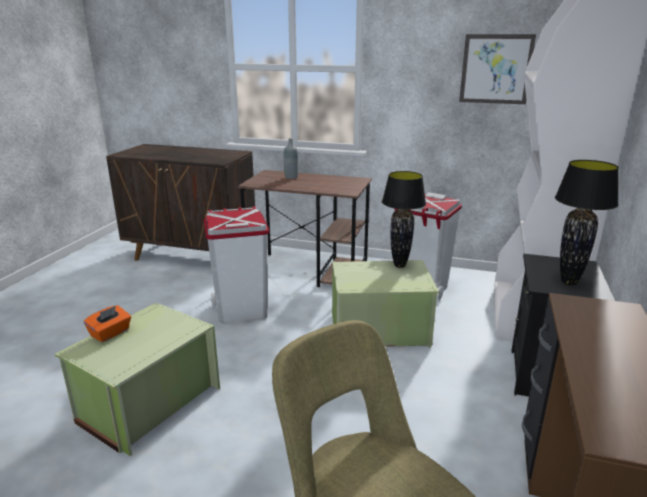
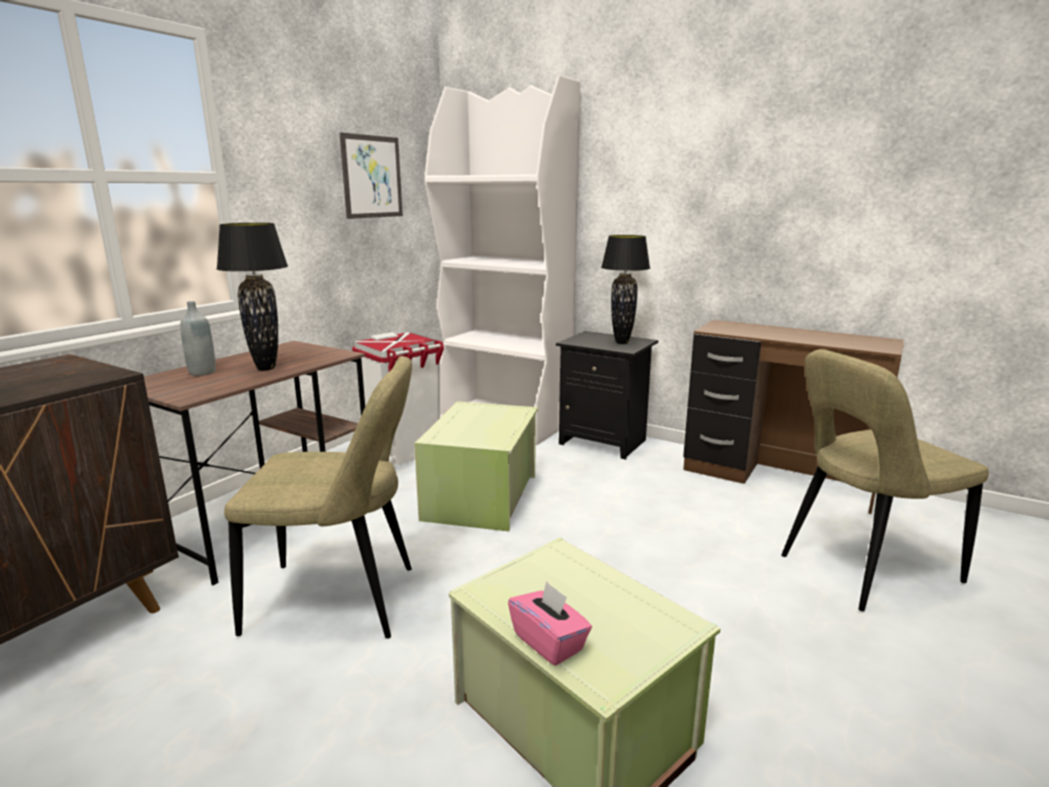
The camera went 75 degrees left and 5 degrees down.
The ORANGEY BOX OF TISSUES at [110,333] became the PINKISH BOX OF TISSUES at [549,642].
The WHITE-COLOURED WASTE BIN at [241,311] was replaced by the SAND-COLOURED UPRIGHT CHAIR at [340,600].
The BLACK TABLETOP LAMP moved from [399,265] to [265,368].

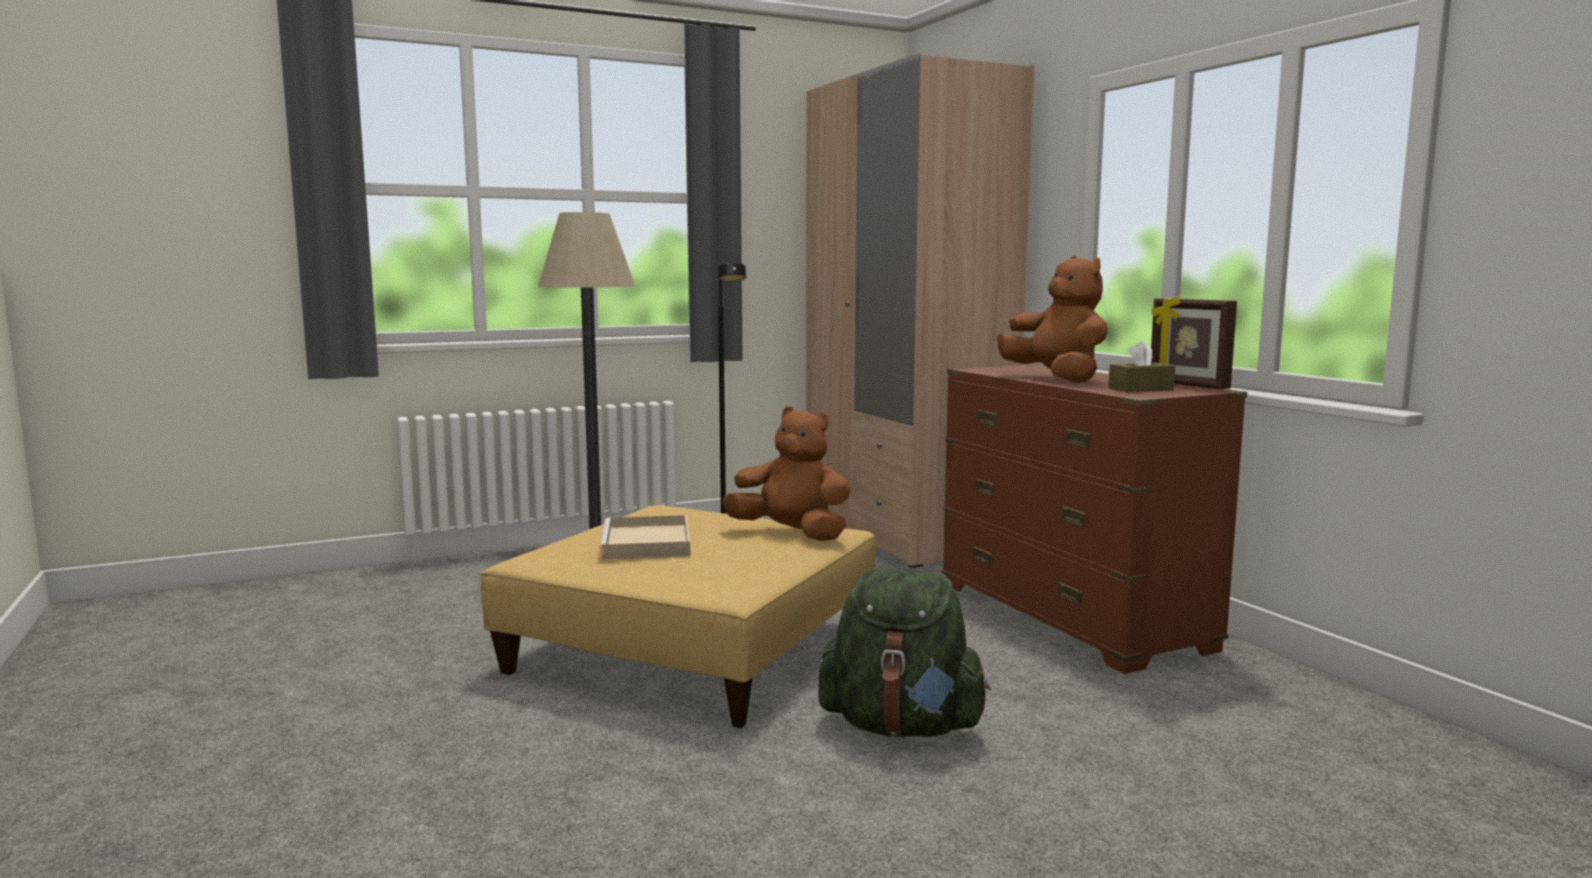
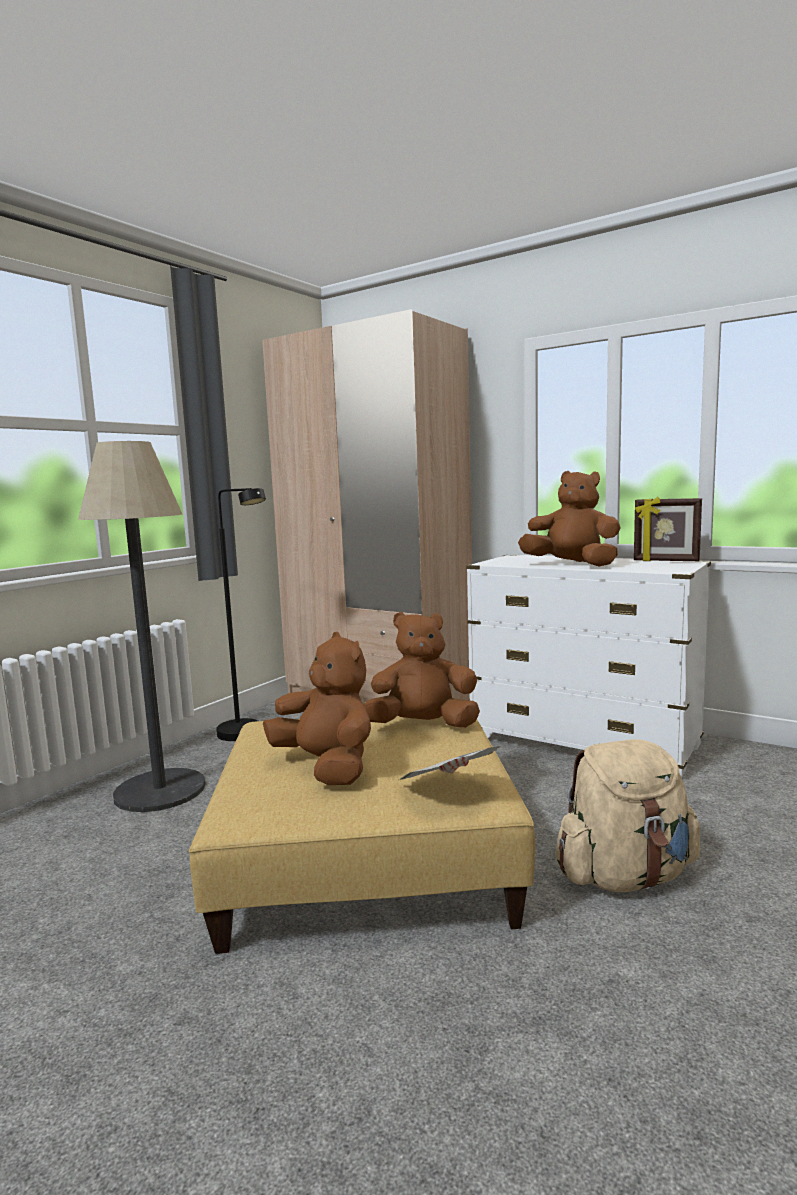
The camera went 30 degrees left and 0 degrees up.
The SAND-COLOURED CARRYING TRAY at [647,543] was replaced by the BROWN-COLOURED PLUSH TOY at [327,767].
The GREEN-COLOURED KNAPSACK at [901,726] became the SAND-COLOURED KNAPSACK at [625,876].
The BROWN-COLOURED DRESSER at [1071,617] became the WHITE-COLOURED DRESSER at [583,741].
The BROWN-COLOURED BOX OF TISSUES at [1140,389] disappeared.
The DAILY PAPER at [448,790] appeared.

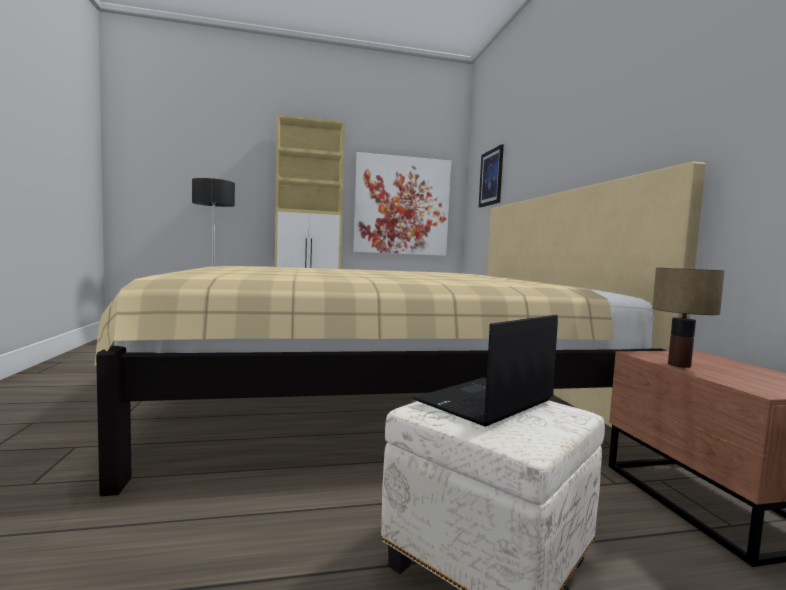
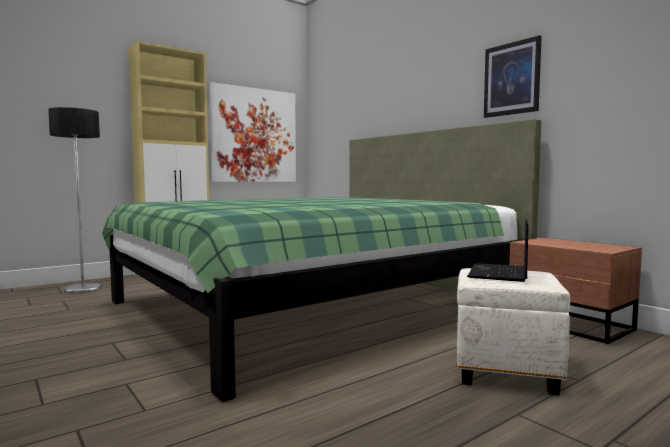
The camera went 25 degrees left and 0 degrees up.
The SAND-COLOURED BEDROOM BED at [379,393] became the GREEN-COLOURED BEDROOM BED at [314,304].
The PICTURE moved from [491,177] to [511,79].
The TABLETOP LAMP at [679,365] disappeared.

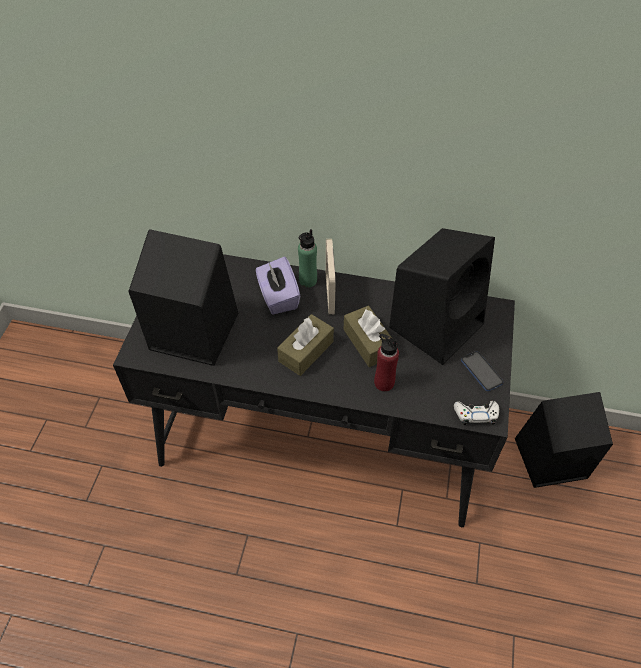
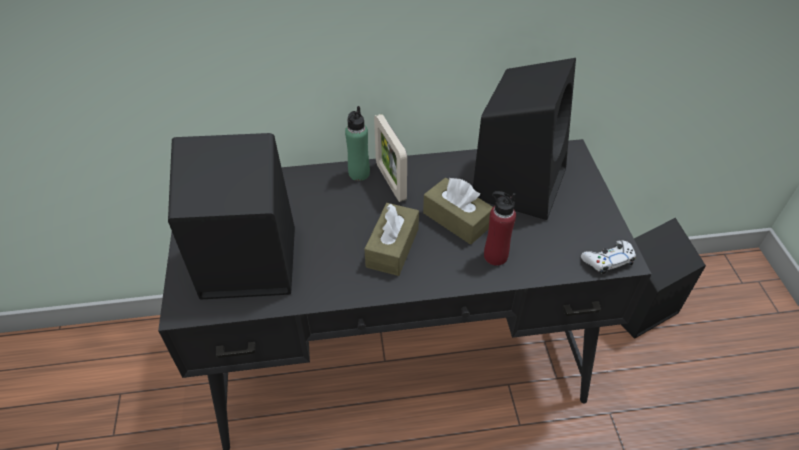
The camera went 20 degrees left and 5 degrees down.
The PURPLISH BOX OF TISSUES at [278,297] disappeared.
The PHONE at [481,371] disappeared.

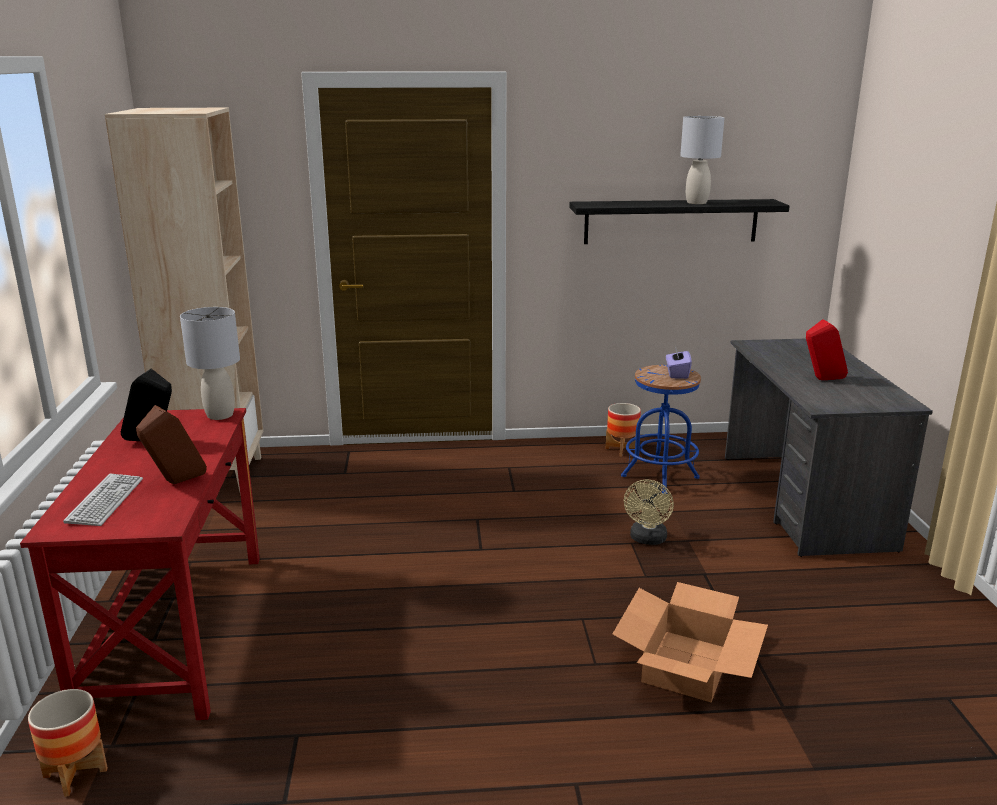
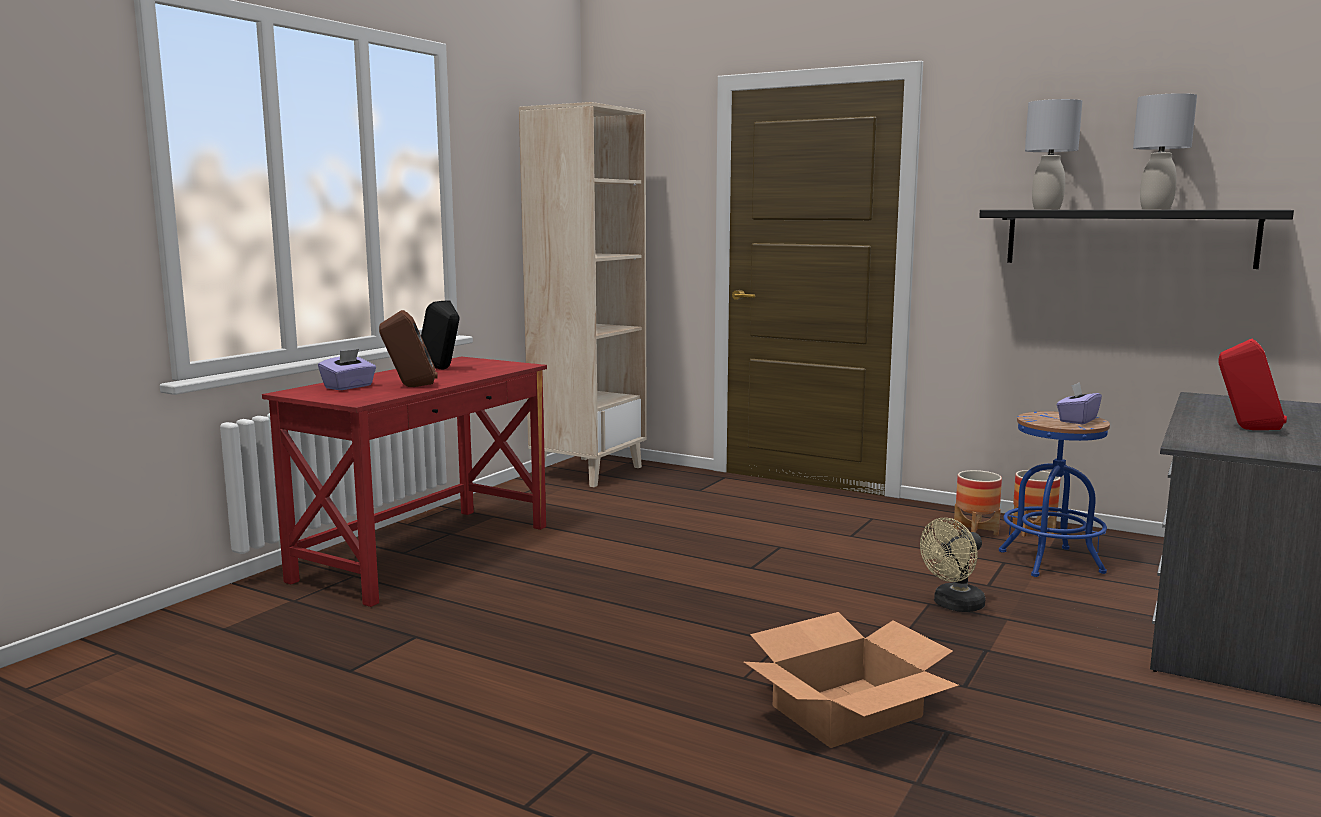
The camera went 35 degrees right and 10 degrees down.
The PLANTER moved from [75,773] to [976,532].
The PC KEYBOARD at [105,501] was replaced by the PURPLISH BOX OF TISSUES at [349,387].
The GREYISH TABLETOP LAMP moved from [220,415] to [1047,209].

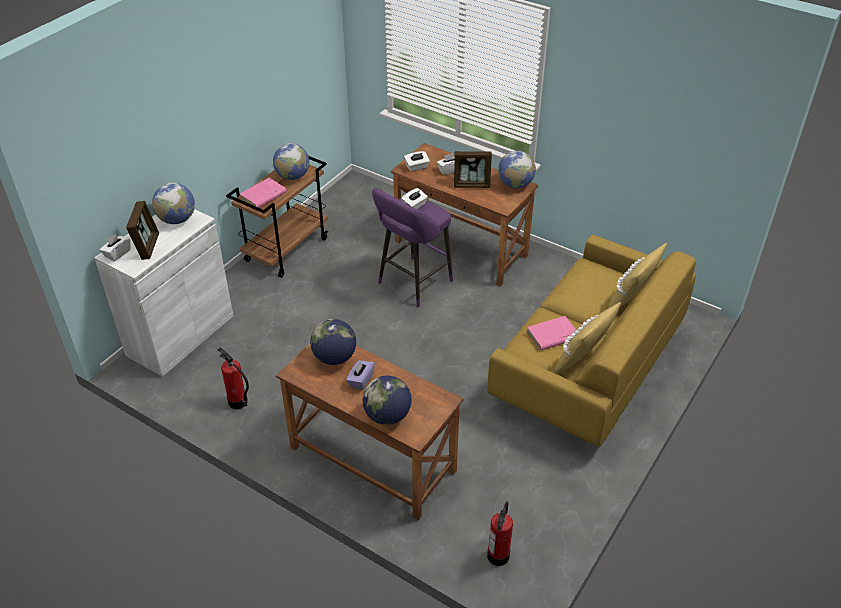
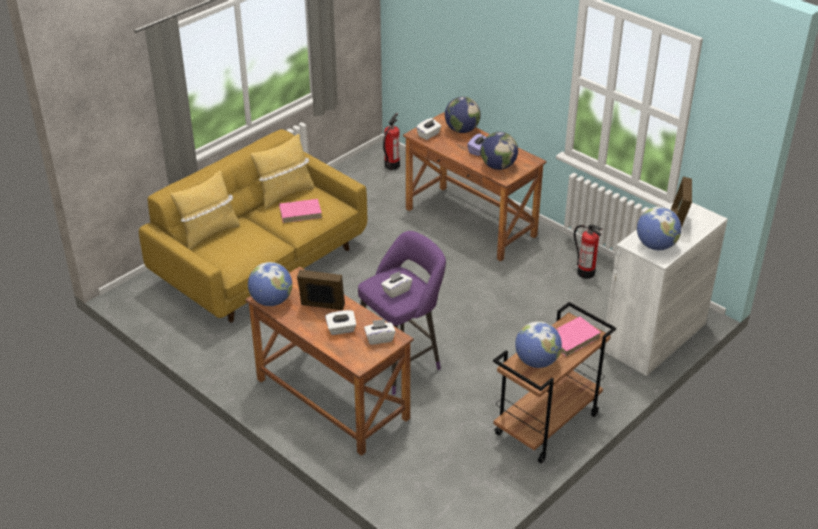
The camera went 170 degrees left and 5 degrees down.
The WHITE-COLOURED BOX OF TISSUES moved from [117,253] to [428,135].

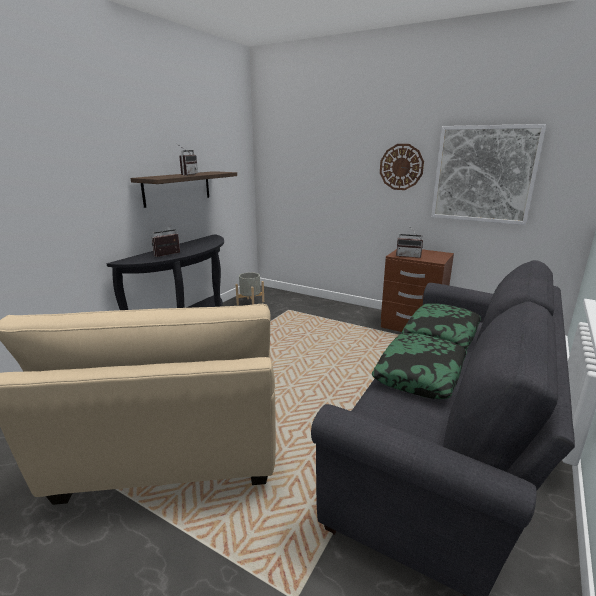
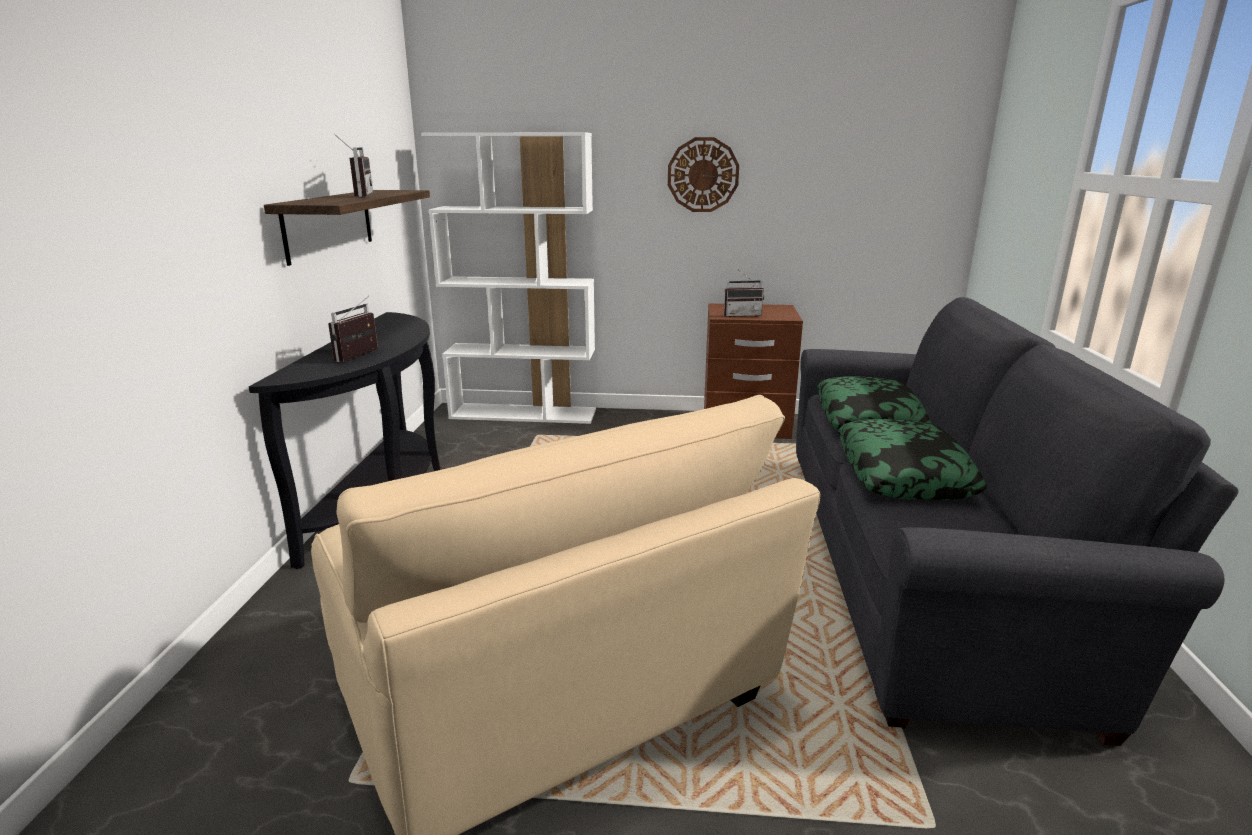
The camera went 25 degrees left and 0 degrees up.
The GREYISH PLANTER at [250,303] disappeared.
The PICTURE at [483,174] disappeared.
The WHITE-COLOURED BOOKCASE at [524,414] appeared.

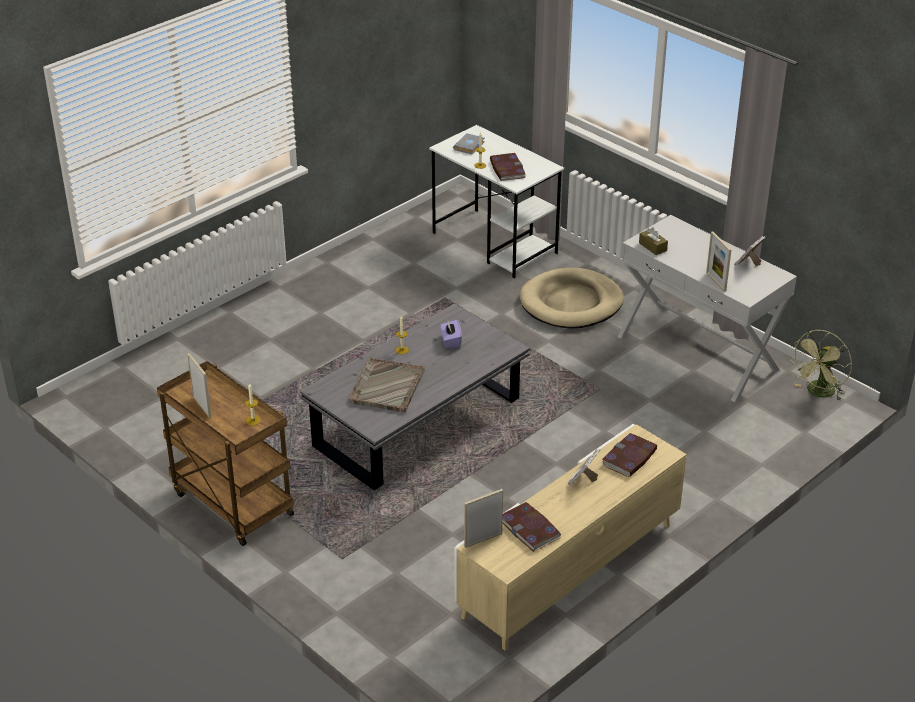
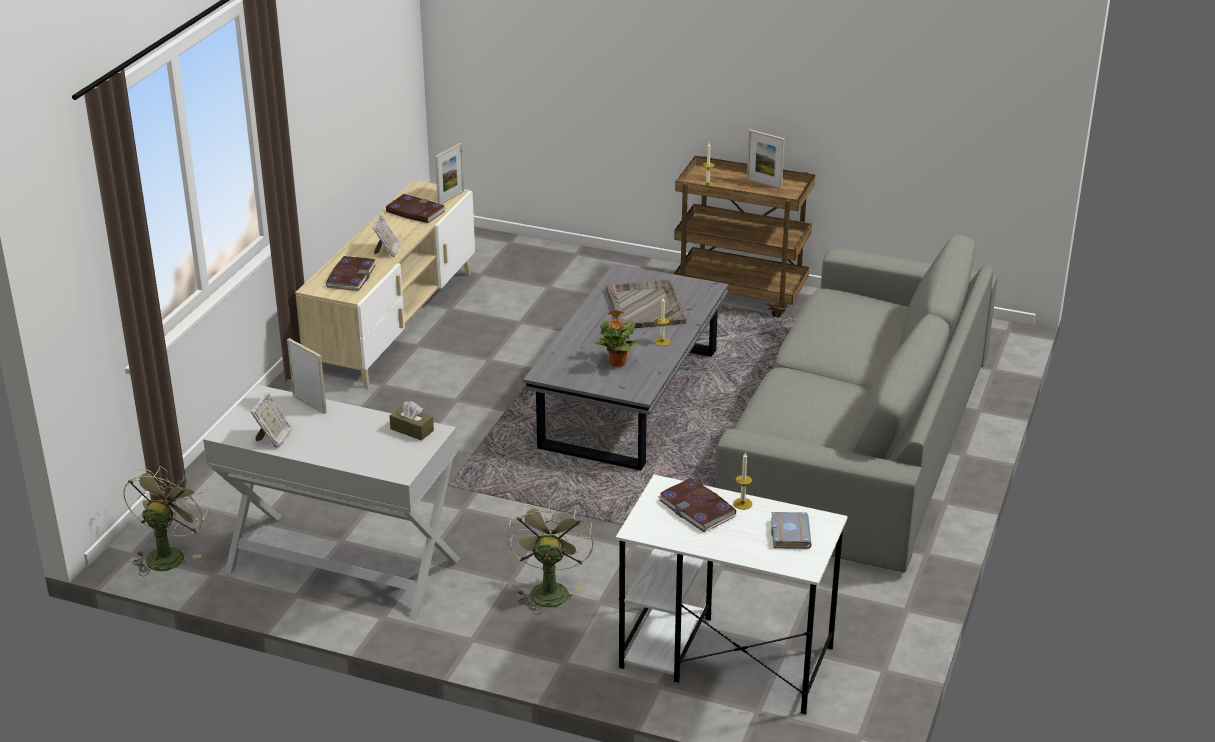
The camera went 155 degrees right and 5 degrees down.
The PURPLISH BOX OF TISSUES at [450,341] was replaced by the PLANT IN A POT at [617,363].
The SAND-COLOURED DOG BED at [571,303] was replaced by the GREEN-COLOURED COOLING FAN at [548,589].
The GREYISH SETTEE at [857,441] appeared.

